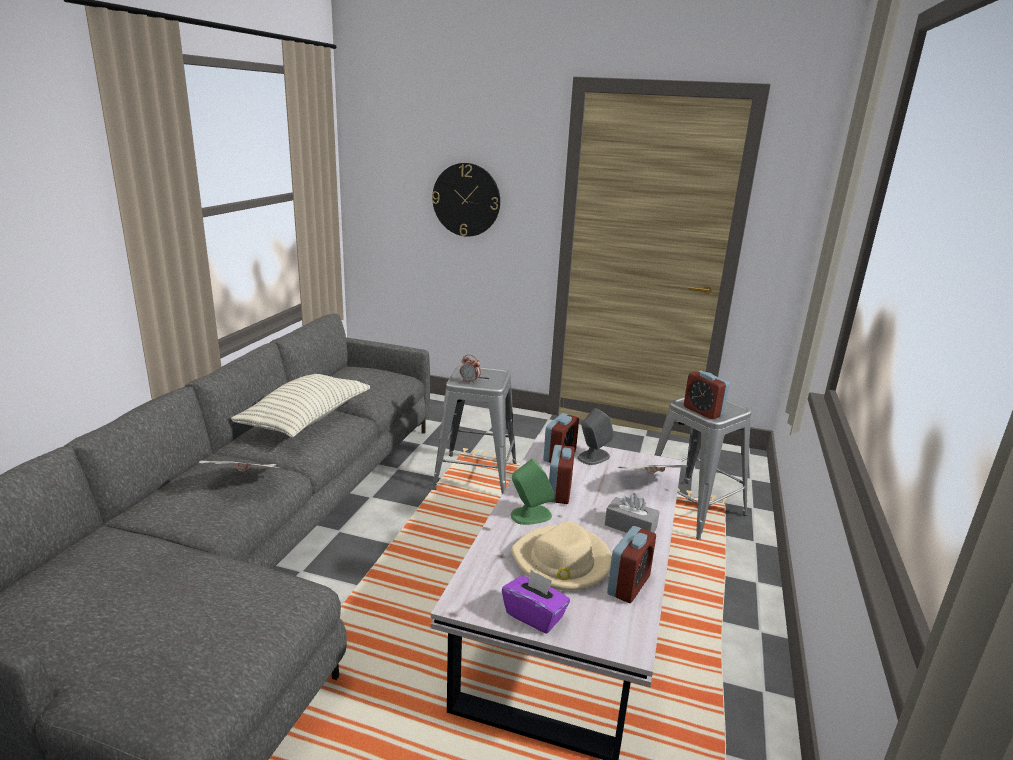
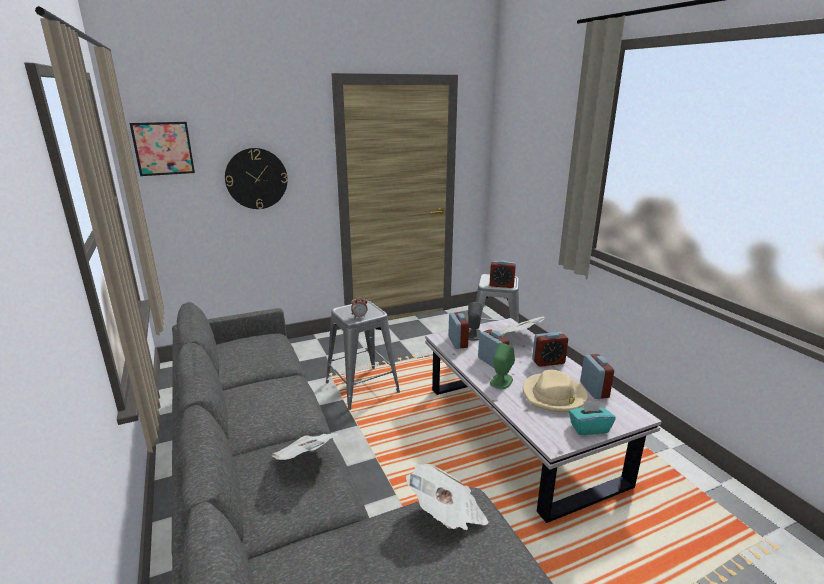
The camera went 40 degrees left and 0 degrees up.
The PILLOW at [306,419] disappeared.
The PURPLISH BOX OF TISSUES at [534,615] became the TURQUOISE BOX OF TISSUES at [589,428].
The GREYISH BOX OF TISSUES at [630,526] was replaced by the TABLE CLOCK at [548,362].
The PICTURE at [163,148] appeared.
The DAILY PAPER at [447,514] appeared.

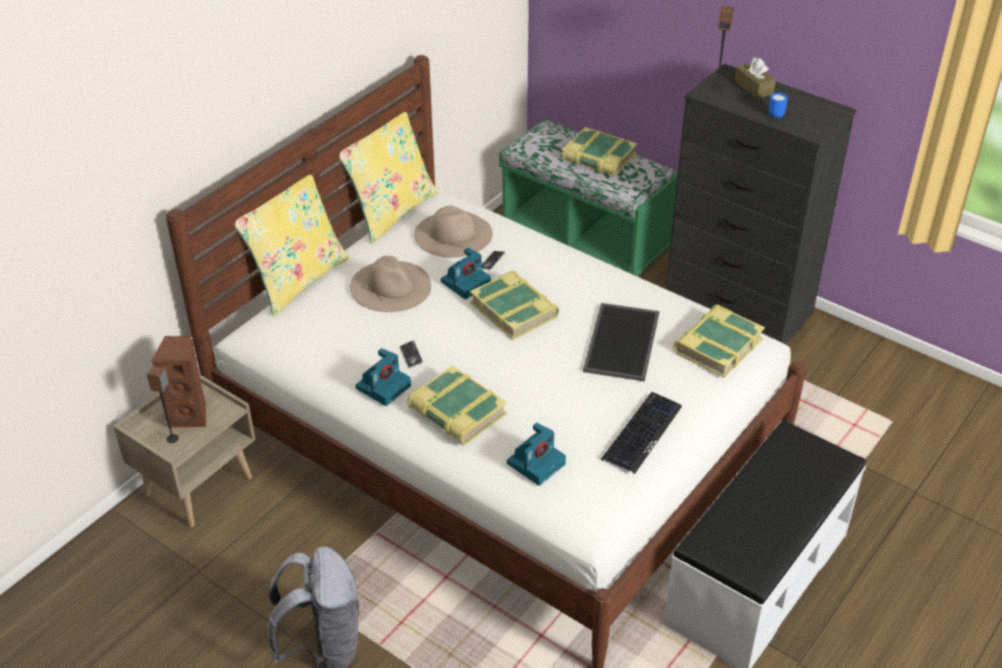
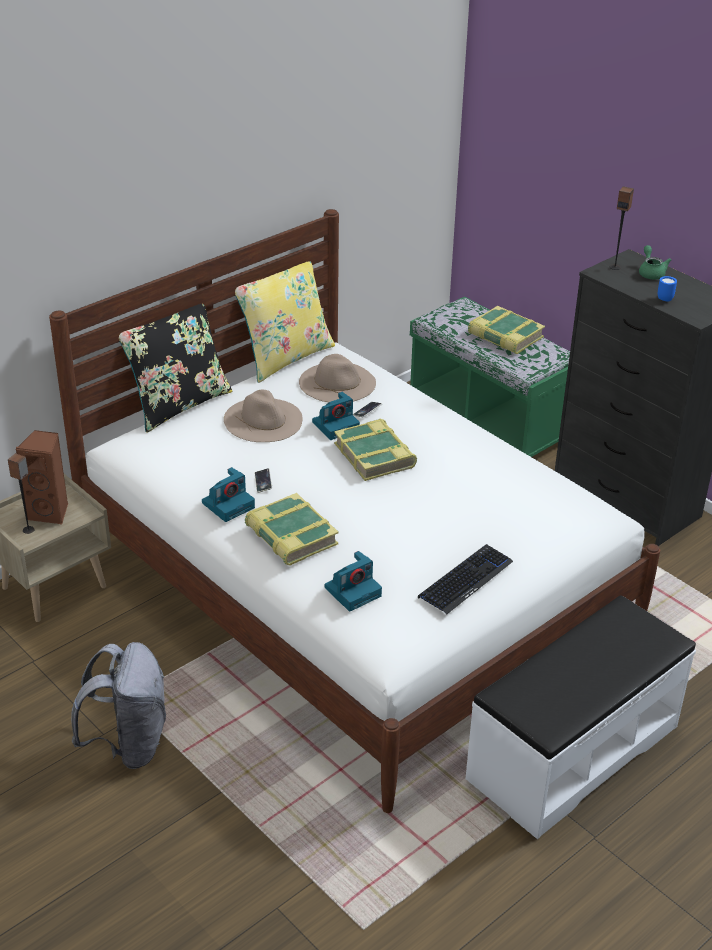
The camera went 10 degrees right and 5 degrees down.
The YELLOW-COLOURED PILLOW at [297,280] became the BLACK PILLOW at [178,404].
The CARRYING TRAY at [623,343] disappeared.
The VOLUME at [717,346] disappeared.
The BROWN-COLOURED BOX OF TISSUES at [754,87] was replaced by the GREEN-COLOURED TEAPOT at [651,272].

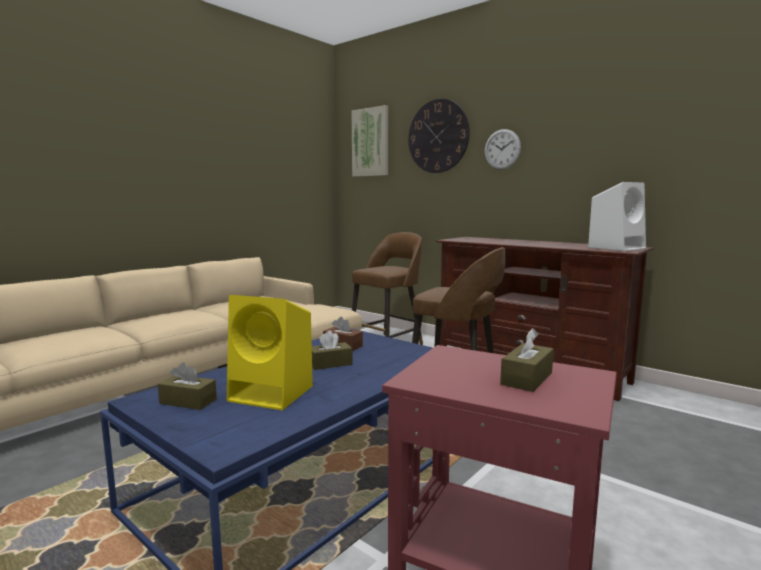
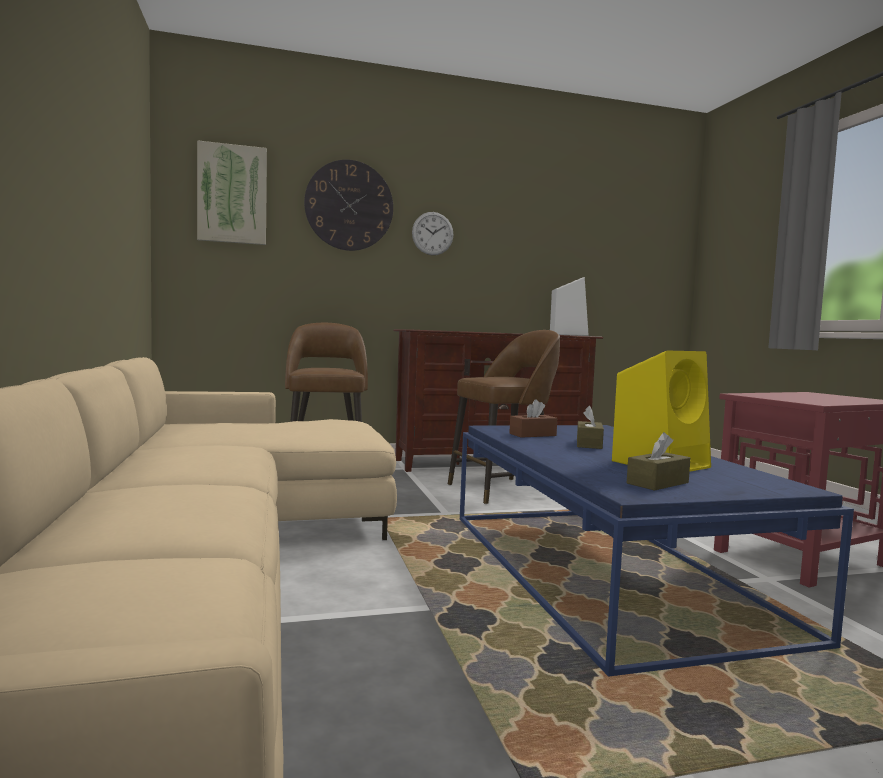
The camera went 55 degrees left and 5 degrees down.
The BROWN-COLOURED BOX OF TISSUES at [526,378] disappeared.

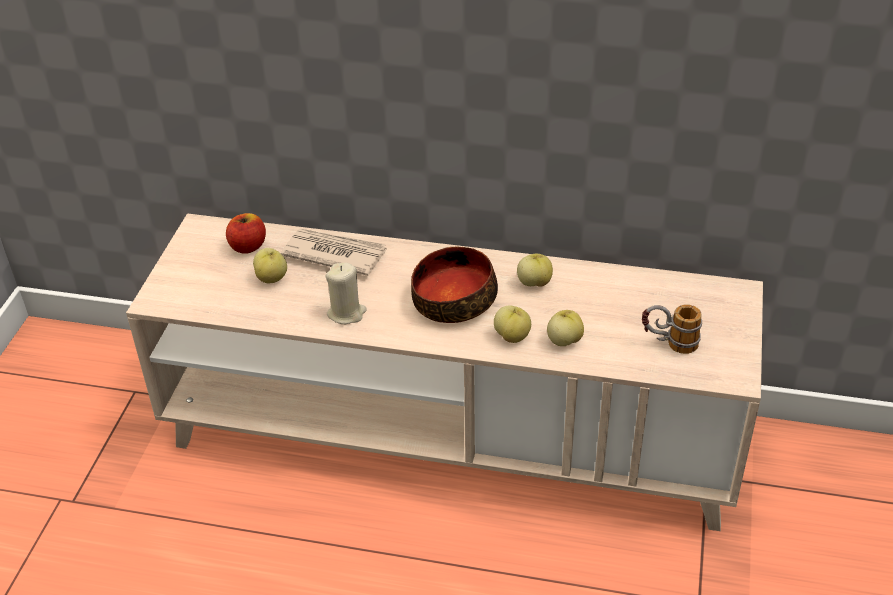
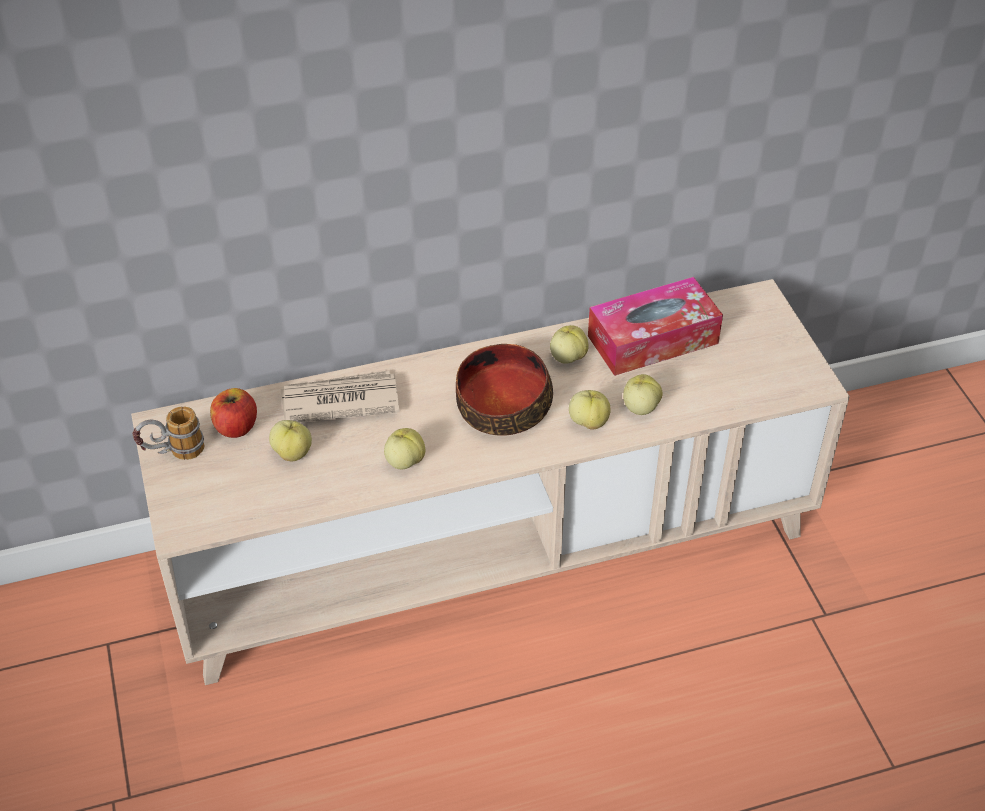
The camera went 30 degrees left and 5 degrees up.
The SAND-COLOURED WAX CANDLE at [346,313] was replaced by the WHOLE APPLE at [404,461].
The COFFEE MUG moved from [668,344] to [173,454].
The BOX OF TISSUES at [652,340] appeared.

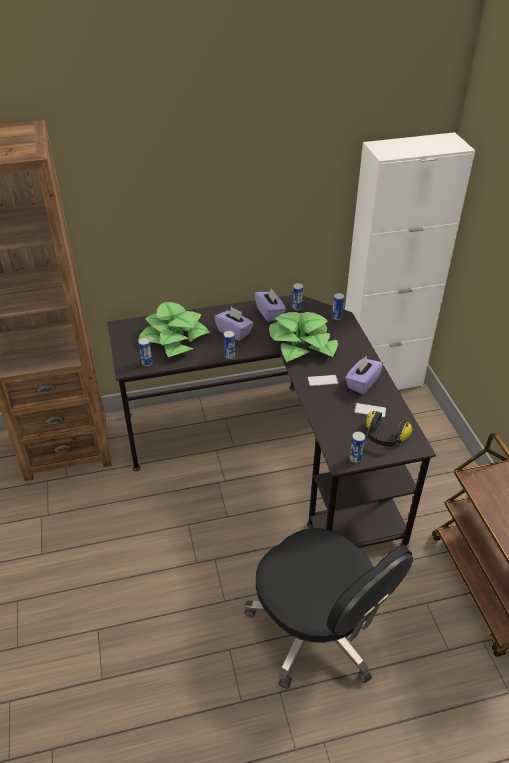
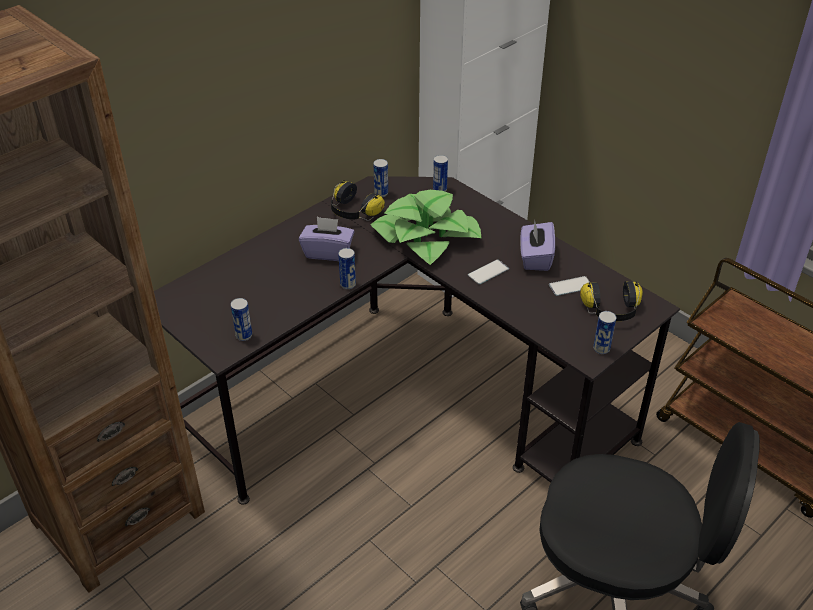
The camera went 30 degrees left and 0 degrees up.
The PLANT IN A POT at [174,338] disappeared.
The PURPLISH BOX OF TISSUES at [270,313] was replaced by the HEADSET at [353,212].

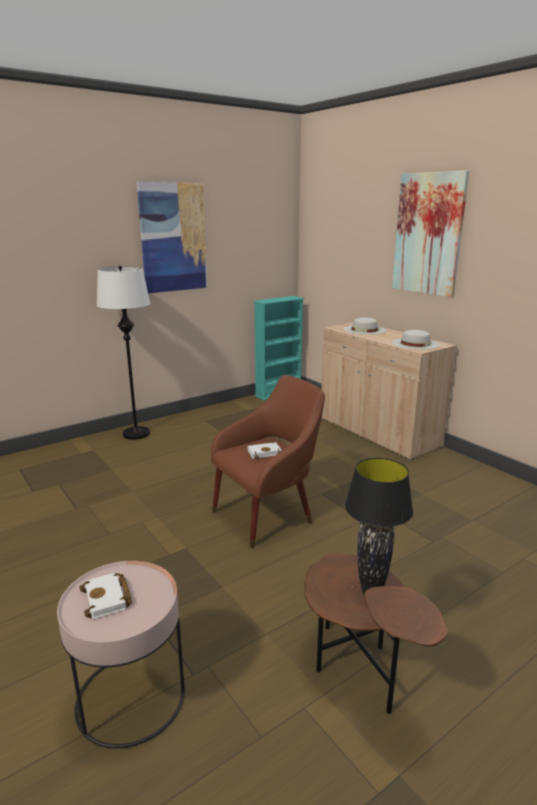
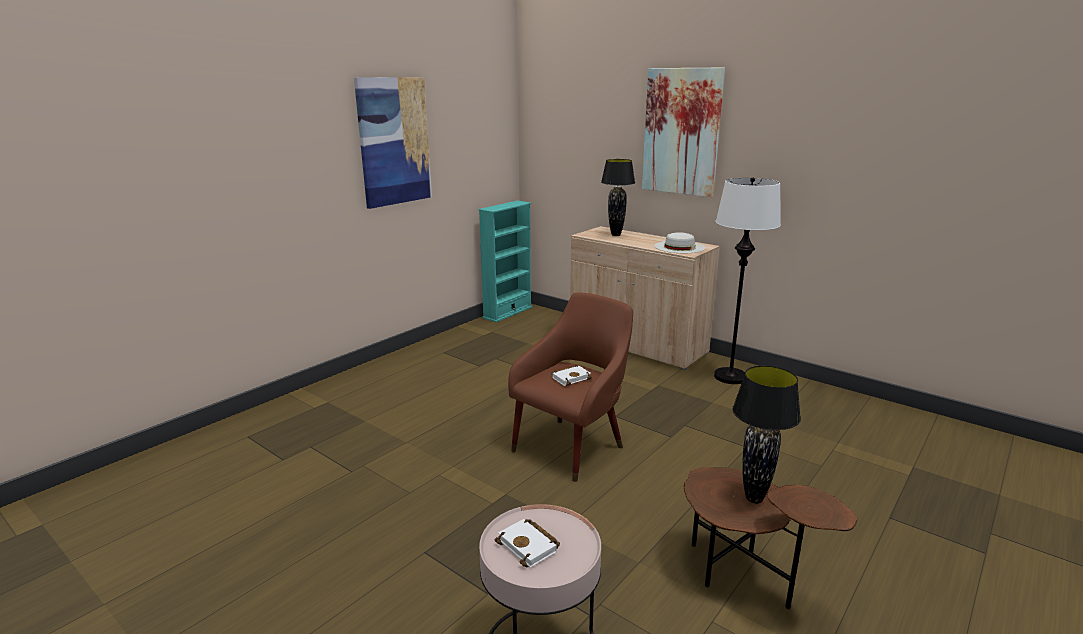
The camera went 15 degrees left and 0 degrees up.
The WHITE-COLOURED STANDARD LAMP moved from [136,434] to [730,377].
The WHITE-COLOURED CLOTHING HAT at [364,330] was replaced by the BLACK TABLETOP LAMP at [616,235].

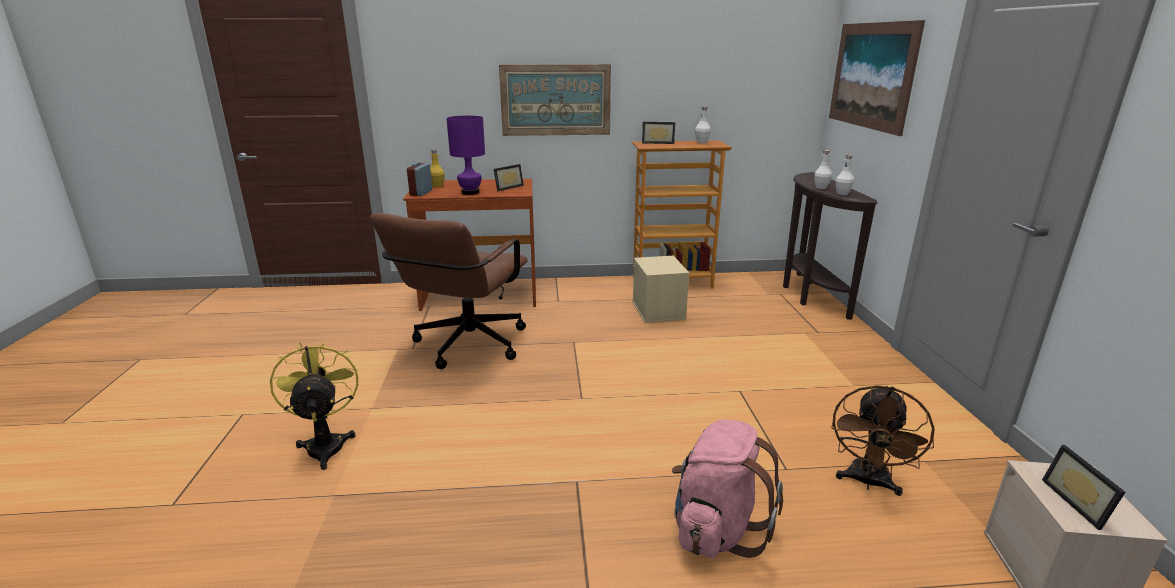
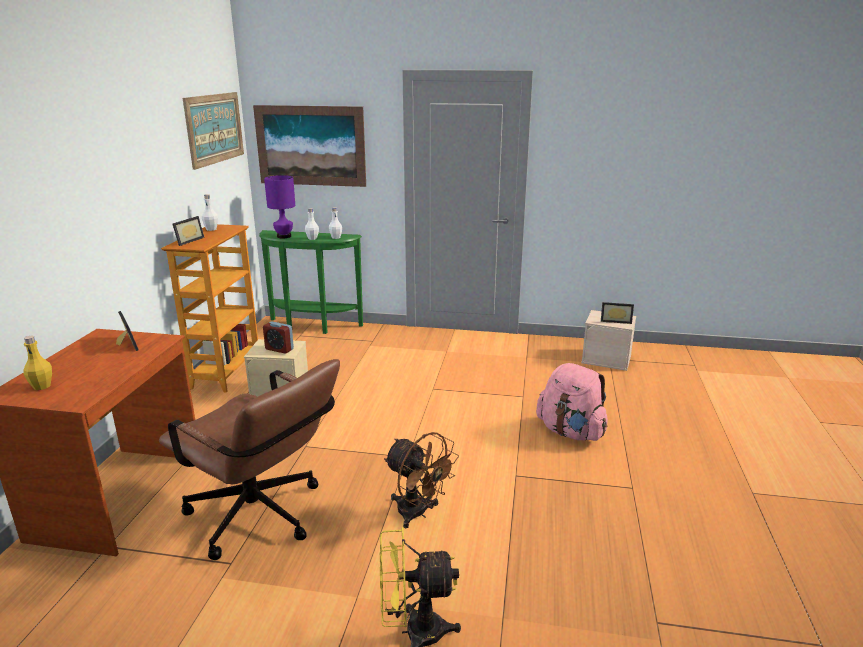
The camera went 75 degrees left and 0 degrees up.
The TABLE CLOCK moved from [421,193] to [279,349].
The PURPLISH TABLETOP LAMP moved from [471,192] to [284,236].
The PICTURE moved from [555,100] to [214,128].
The BROWN-COLOURED NARROW TABLE at [809,295] became the GREEN-COLOURED NARROW TABLE at [312,326].
The BROWN-COLOURED COOLING FAN moved from [868,482] to [418,513].

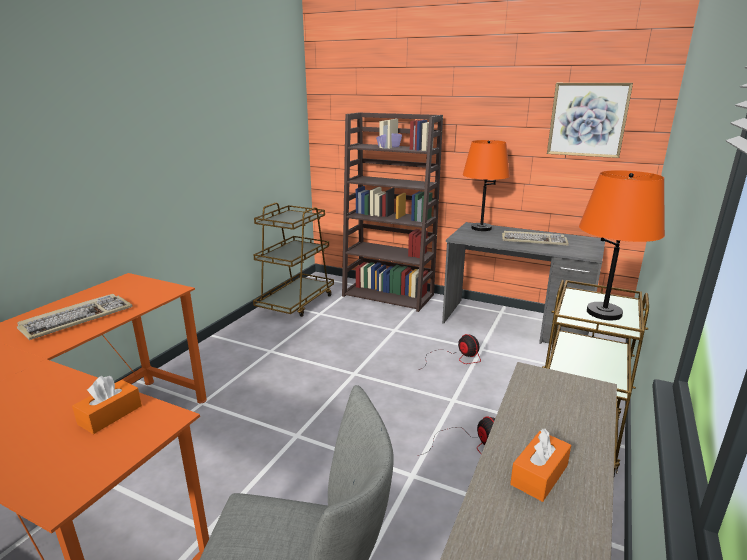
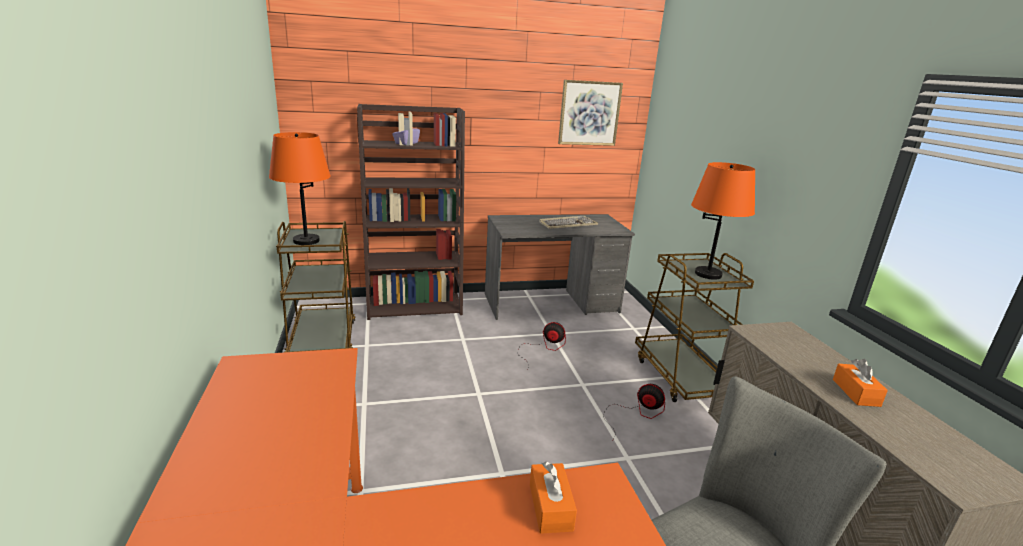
The camera went 40 degrees left and 0 degrees up.
The PC KEYBOARD at [77,318] disappeared.
The ORANGEY TABLETOP LAMP moved from [481,228] to [306,241].

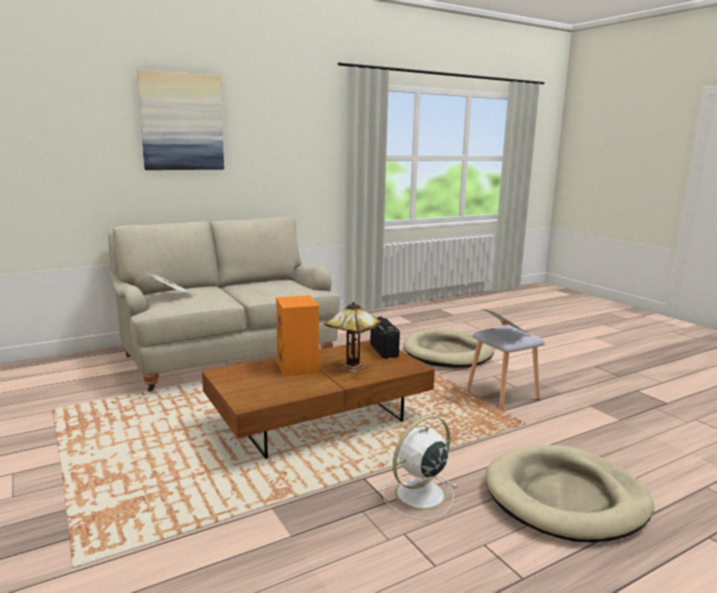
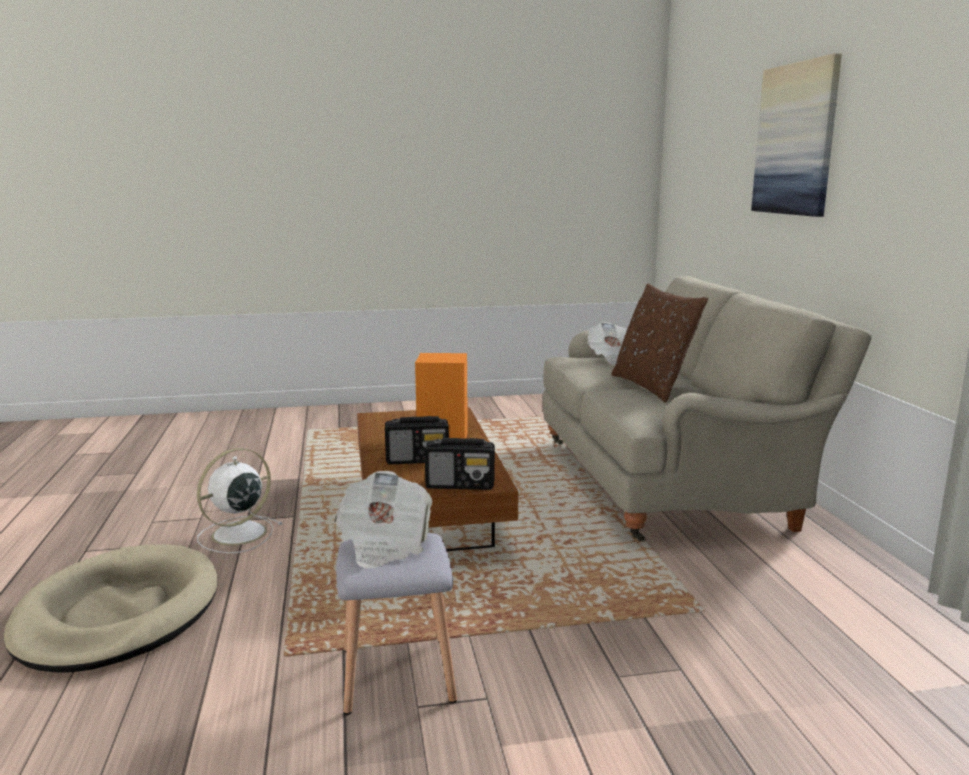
The camera went 110 degrees right and 0 degrees up.
The TABLETOP LAMP at [350,367] was replaced by the RADIO SET at [418,460].
The WHITE-COLOURED COOLING FAN at [418,495] turned 120 degrees counterclockwise.
The SAND-COLOURED DOG BED at [448,353] disappeared.
The BROWN-COLOURED PILLOW at [653,387] appeared.

